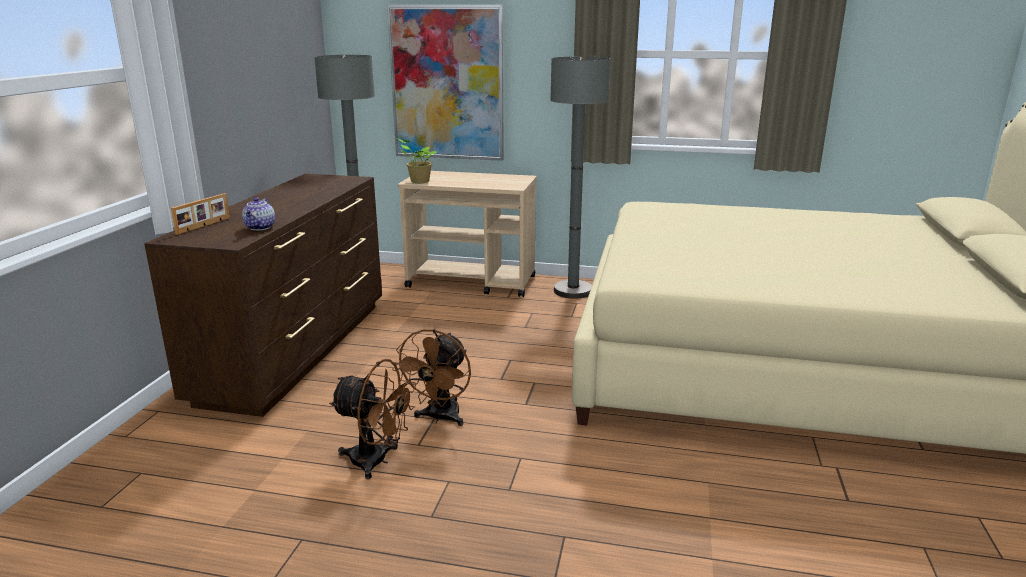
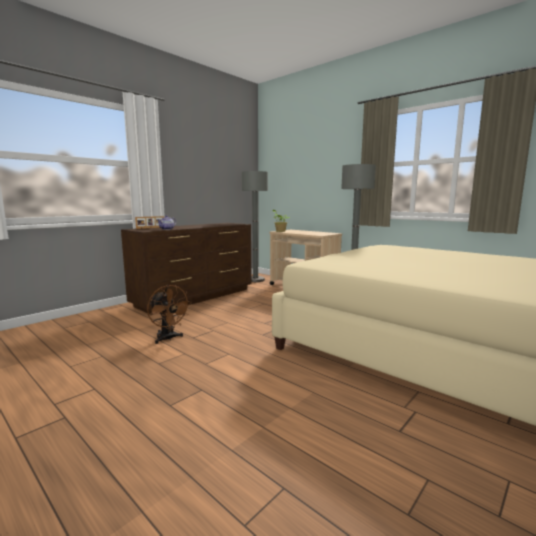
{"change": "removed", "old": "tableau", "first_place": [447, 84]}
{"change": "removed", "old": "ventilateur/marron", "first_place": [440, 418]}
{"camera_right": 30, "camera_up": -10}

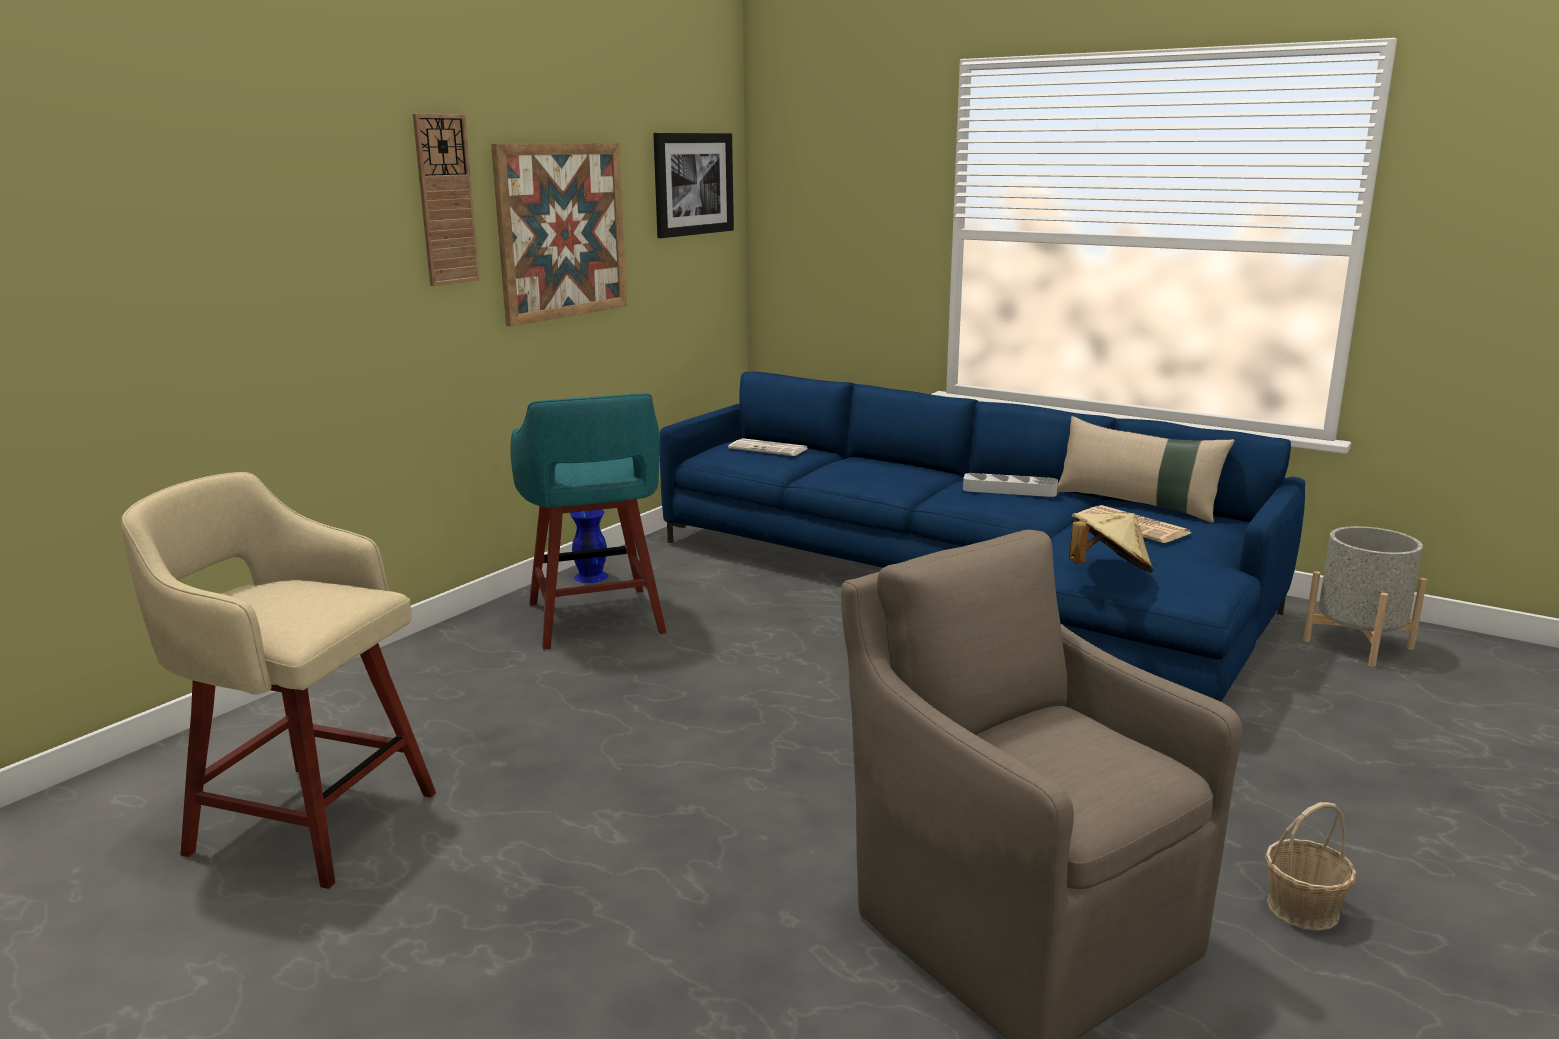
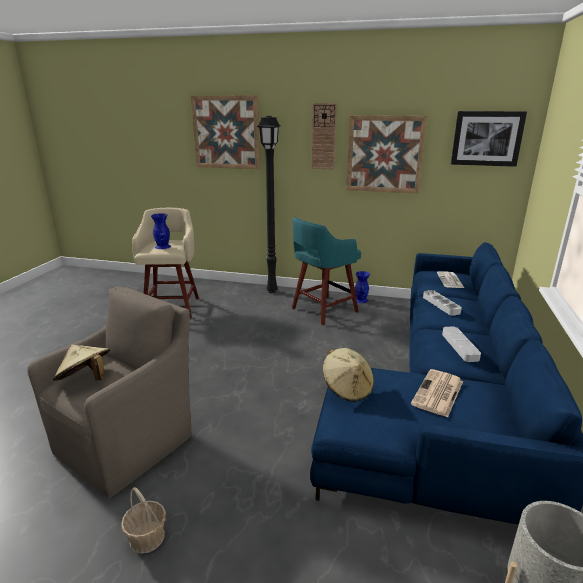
{"change": "removed", "old": "coussin/beige", "first_place": [1137, 504]}
{"change": "added", "new": "tableau", "second_place": [226, 132]}
{"change": "added", "new": "lampadaire/noir", "second_place": [271, 291]}
{"change": "added", "new": "vase/bleu", "second_place": [163, 246]}
{"change": "added", "new": "plateau/gris", "second_place": [441, 305]}
{"change": "added", "new": "chapeau/beige", "second_place": [86, 379]}
{"camera_right": 70, "camera_up": 5}

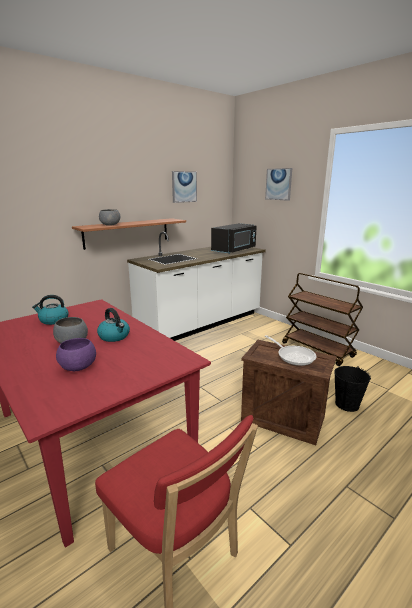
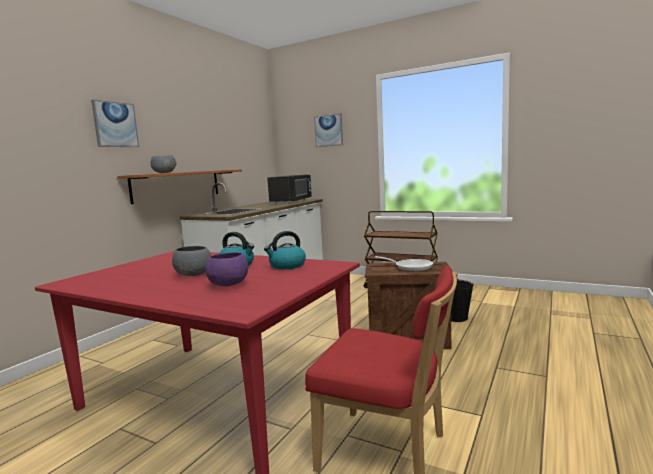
{"change": "moved", "old": "tableau", "first_place": [184, 187], "second_place": [115, 124]}
{"change": "moved", "old": "bouilloire", "first_place": [53, 320], "second_place": [287, 266]}
{"camera_right": -20, "camera_up": -10}

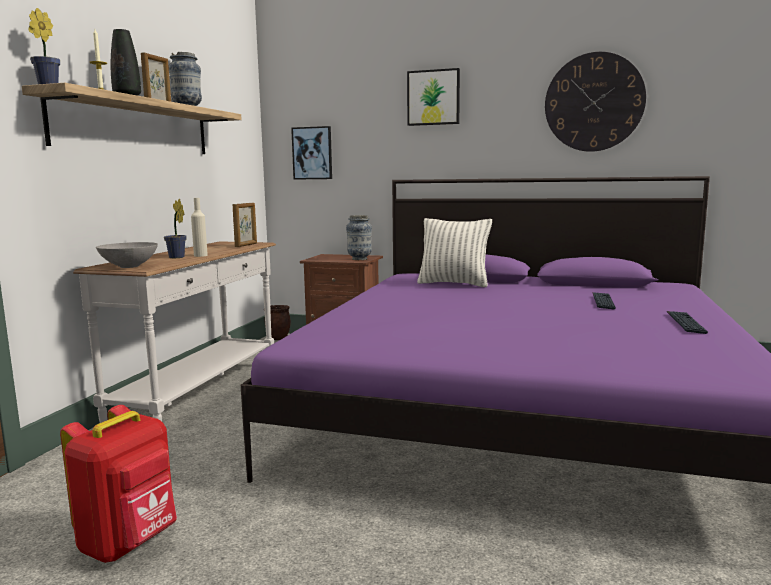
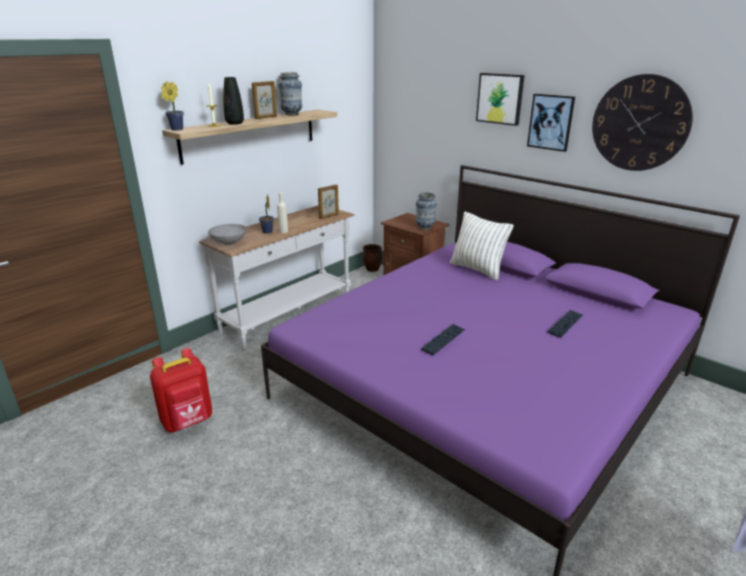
{"change": "moved", "old": "tableau", "first_place": [312, 153], "second_place": [551, 122]}
{"change": "moved", "old": "clavier", "first_place": [685, 323], "second_place": [443, 340]}
{"camera_right": 25, "camera_up": 15}

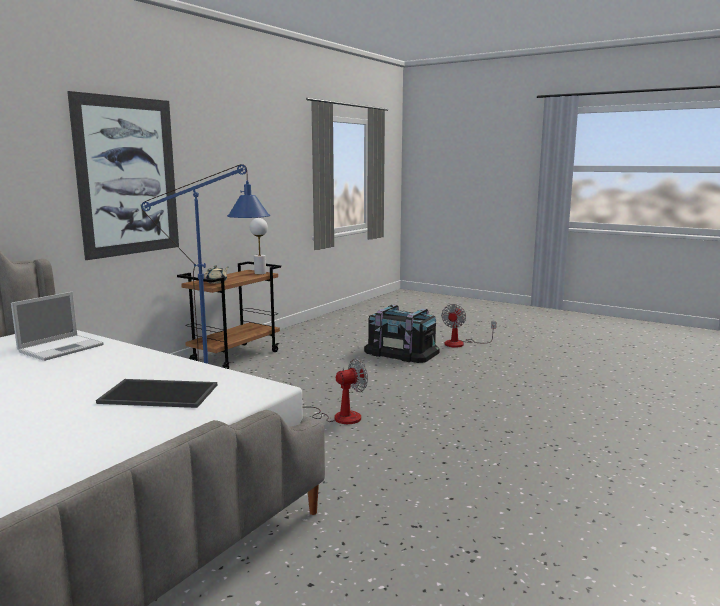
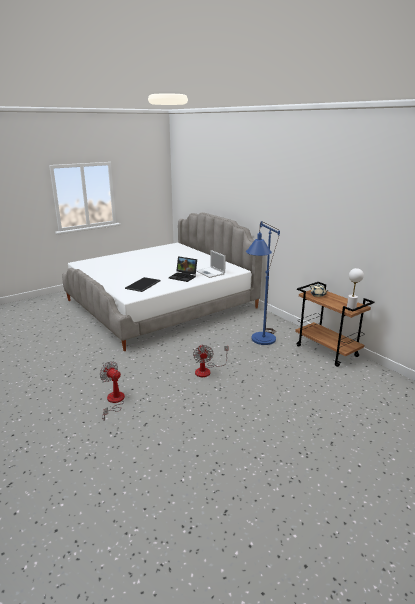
{"change": "removed", "old": "tableau", "first_place": [128, 176]}
{"change": "moved", "old": "ventilateur", "first_place": [461, 343], "second_place": [114, 401]}
{"change": "removed", "old": "boîte de rangement/noir", "first_place": [401, 352]}
{"change": "added", "new": "ordinateur portable", "second_place": [184, 277]}
{"camera_right": 110, "camera_up": 10}

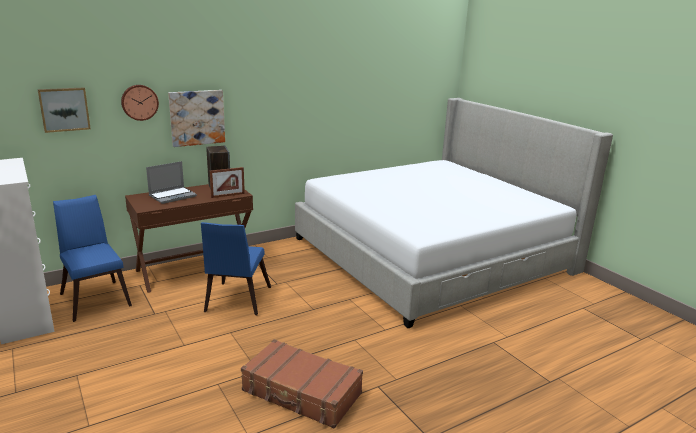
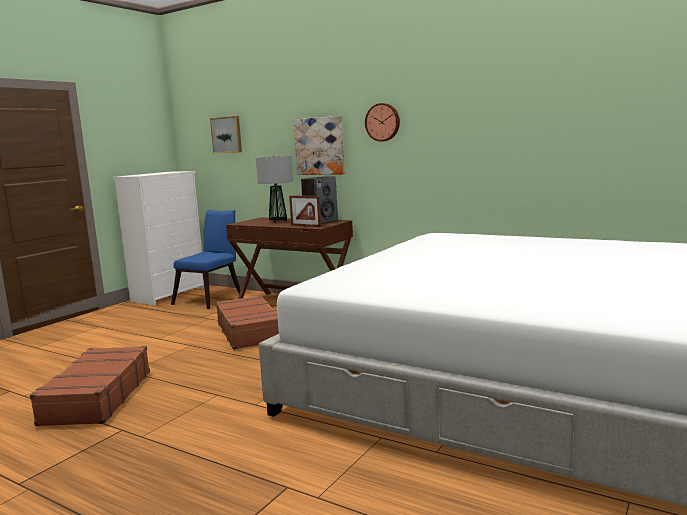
{"change": "moved", "old": "horloge murale", "first_place": [139, 102], "second_place": [383, 122]}
{"change": "replaced", "old": "ordinateur portable", "new": "lampe de table", "first_place": [173, 196], "second_place": [278, 221]}
{"change": "replaced", "old": "chaise/bleu", "new": "valise/marron", "first_place": [236, 301], "second_place": [250, 331]}
{"camera_right": 65, "camera_up": -10}

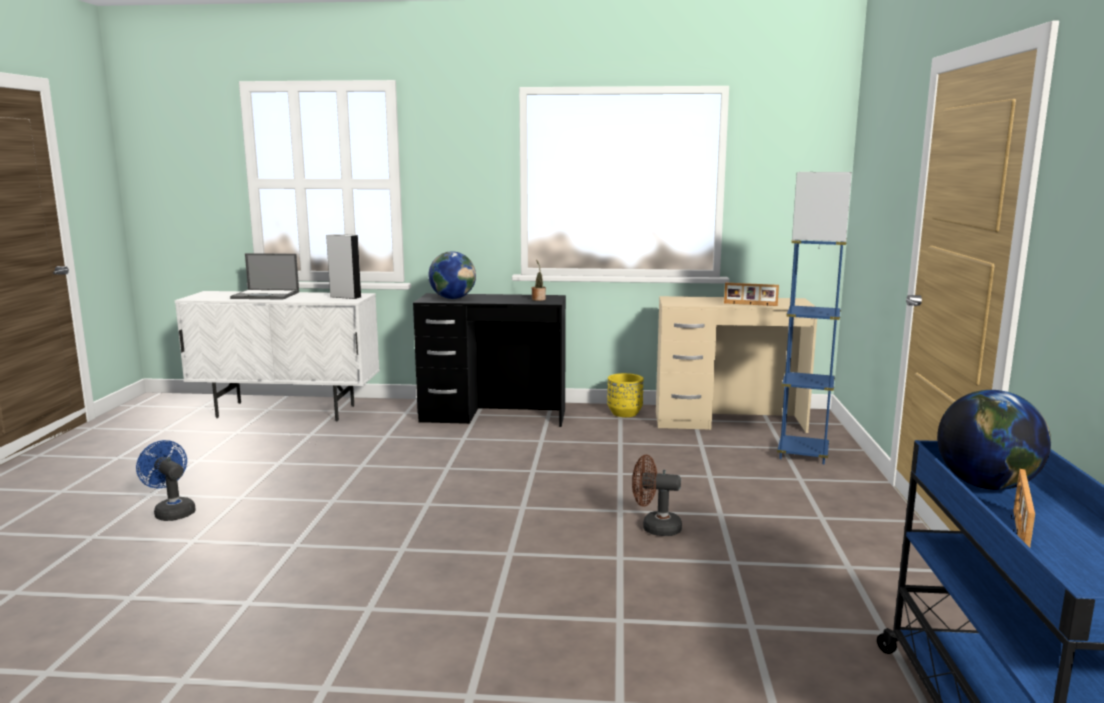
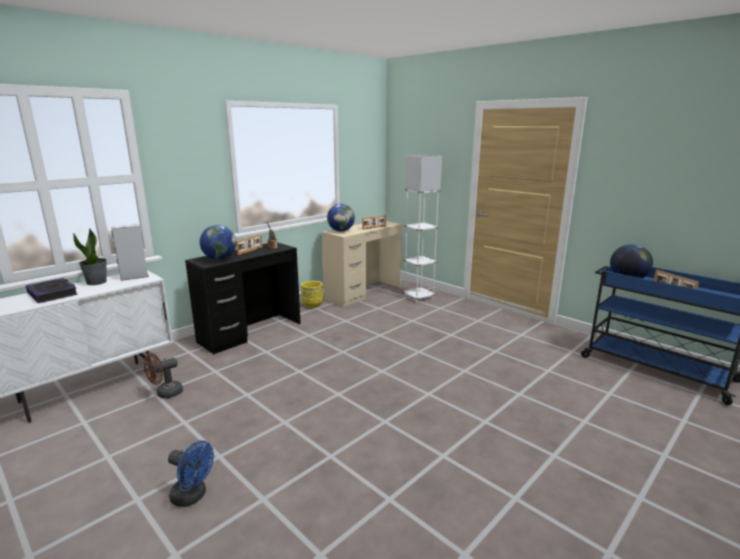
{"change": "recoloured", "old": "lampadaire/bleu", "new": "lampadaire/blanc", "first_place": [802, 454], "second_place": [418, 297]}
{"change": "replaced", "old": "ordinateur portable", "new": "livre", "first_place": [266, 295], "second_place": [52, 294]}
{"change": "turned", "old": "ventilateur/bleu", "first_place": [172, 511], "second_place": [193, 496], "degrees": -150}
{"change": "moved", "old": "ventilateur/marron", "first_place": [655, 528], "second_place": [165, 393]}
{"change": "added", "new": "globe", "second_place": [341, 231]}
{"change": "added", "new": "plante en pot", "second_place": [97, 282]}
{"change": "added", "new": "cadre photo", "second_place": [250, 251]}
{"camera_right": -50, "camera_up": 5}

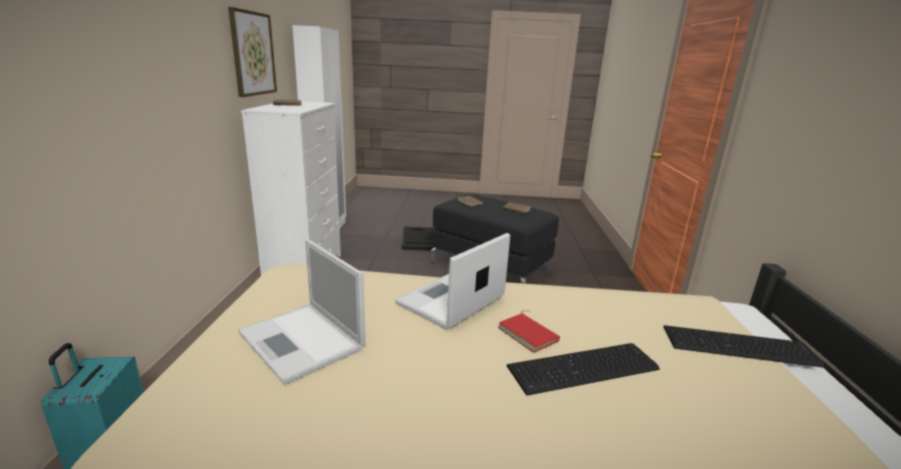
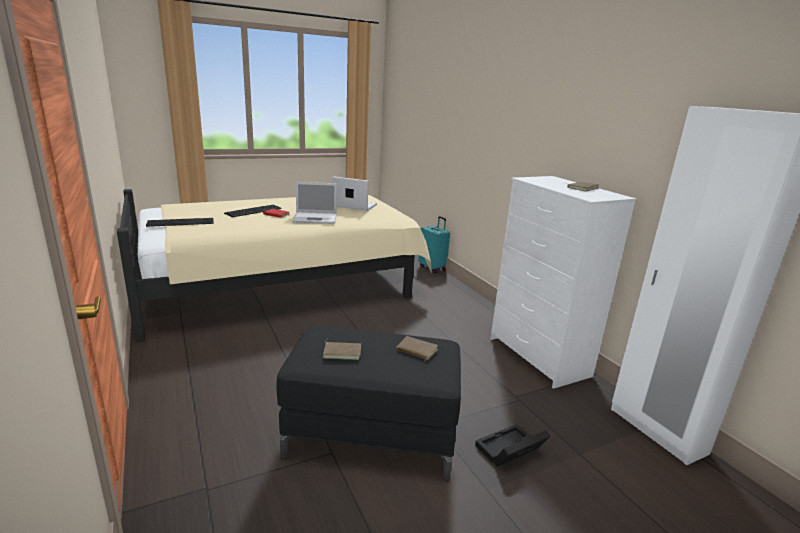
{"change": "removed", "old": "tableau", "first_place": [252, 53]}
{"change": "turned", "old": "ordinateur portable", "first_place": [450, 301], "second_place": [316, 218], "degrees": 75}
{"camera_right": 150, "camera_up": 0}

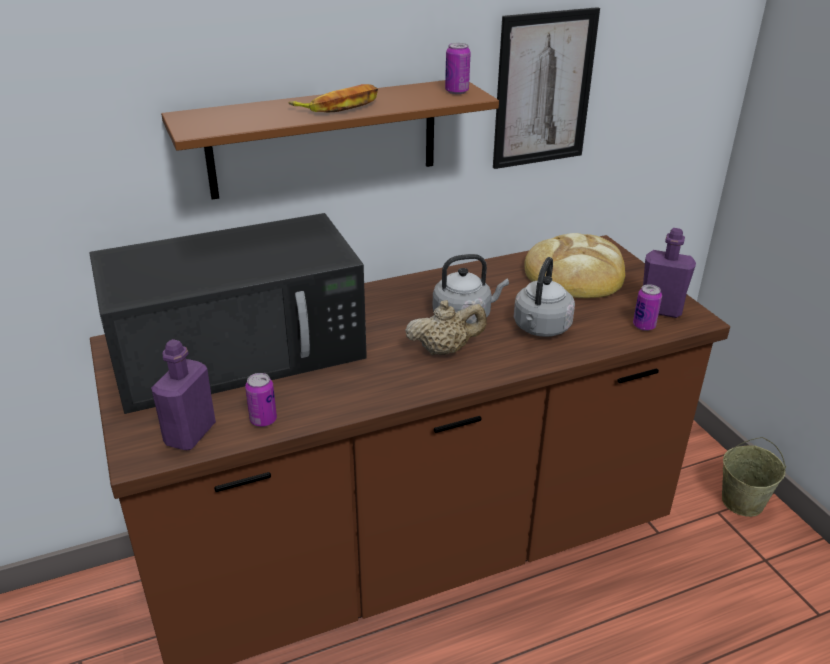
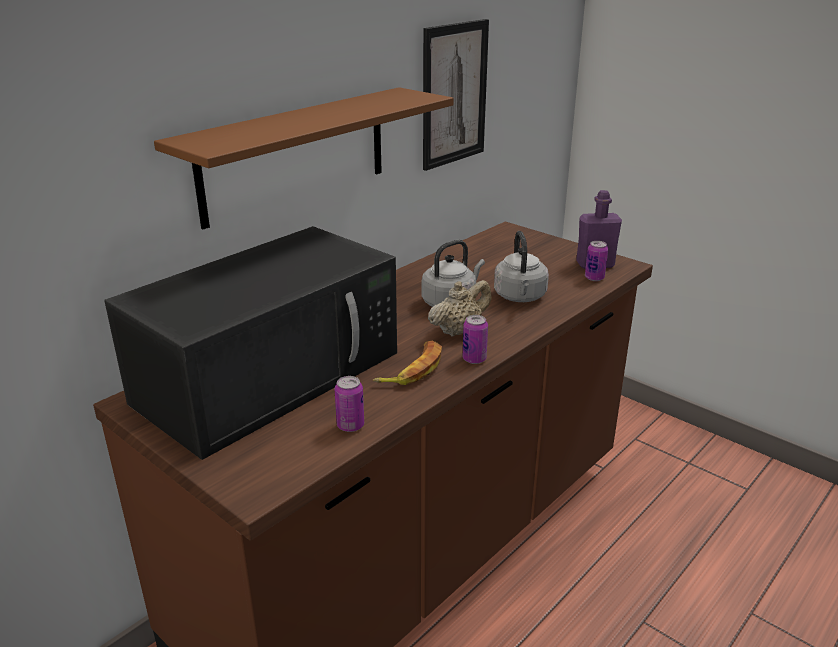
{"change": "moved", "old": "boîte métallique", "first_place": [456, 91], "second_place": [474, 359]}
{"change": "moved", "old": "banane", "first_place": [339, 106], "second_place": [413, 369]}
{"change": "removed", "old": "pain", "first_place": [575, 273]}
{"change": "removed", "old": "bouteille/violet", "first_place": [190, 434]}
{"change": "removed", "old": "seau/beige", "first_place": [742, 501]}
{"camera_right": -25, "camera_up": -5}

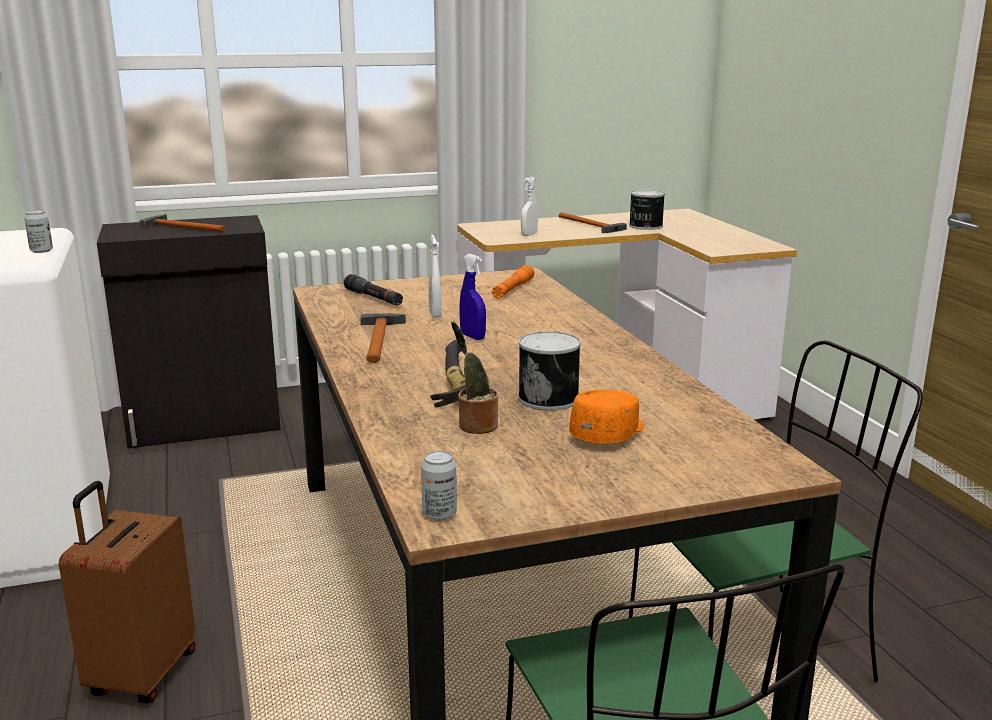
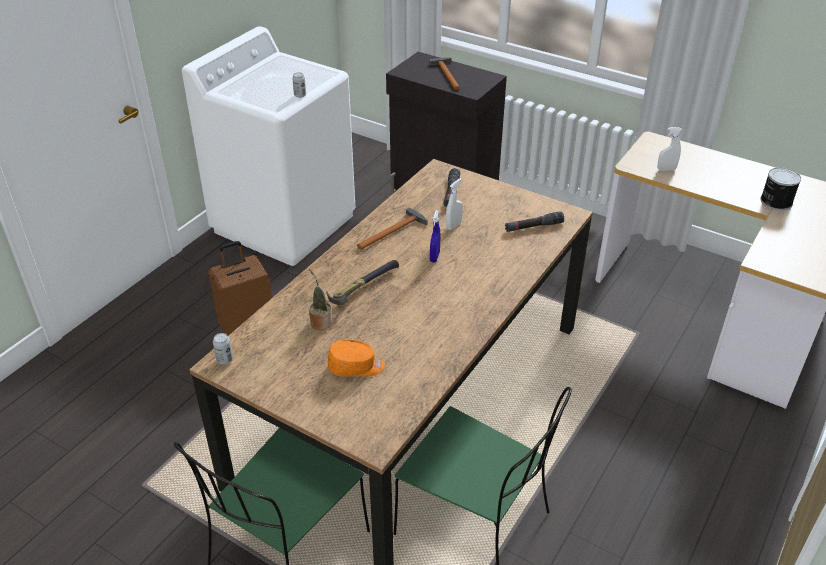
{"change": "removed", "old": "marteau", "first_place": [590, 225]}
{"change": "recoloured", "old": "lampe de poche/orange", "new": "lampe de poche/noir", "first_place": [512, 289], "second_place": [533, 227]}
{"change": "removed", "old": "boîte métallique", "first_place": [549, 398]}
{"camera_right": 50, "camera_up": 20}

